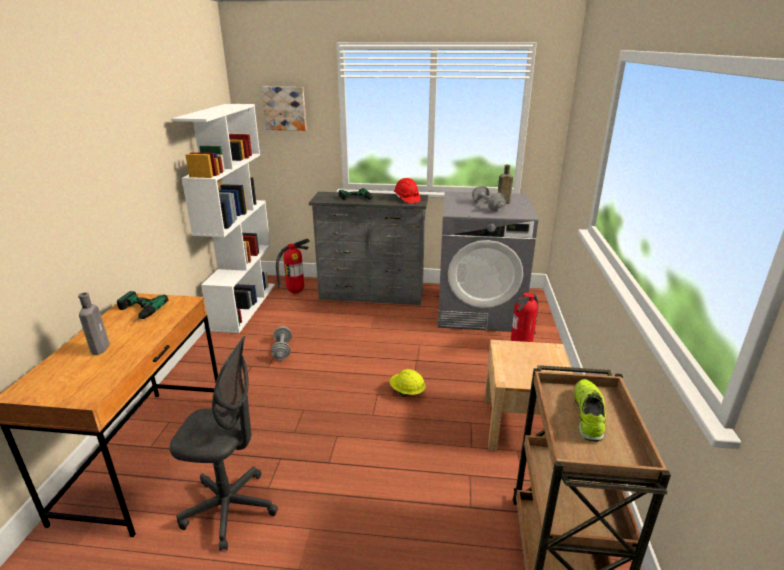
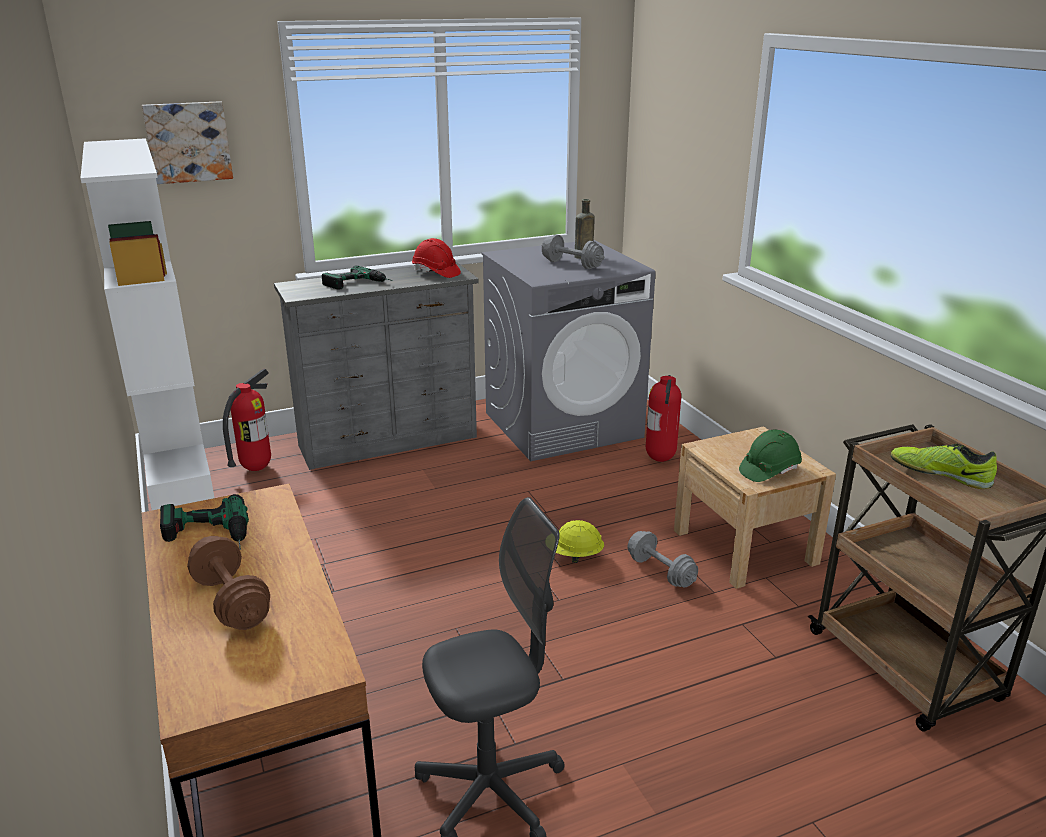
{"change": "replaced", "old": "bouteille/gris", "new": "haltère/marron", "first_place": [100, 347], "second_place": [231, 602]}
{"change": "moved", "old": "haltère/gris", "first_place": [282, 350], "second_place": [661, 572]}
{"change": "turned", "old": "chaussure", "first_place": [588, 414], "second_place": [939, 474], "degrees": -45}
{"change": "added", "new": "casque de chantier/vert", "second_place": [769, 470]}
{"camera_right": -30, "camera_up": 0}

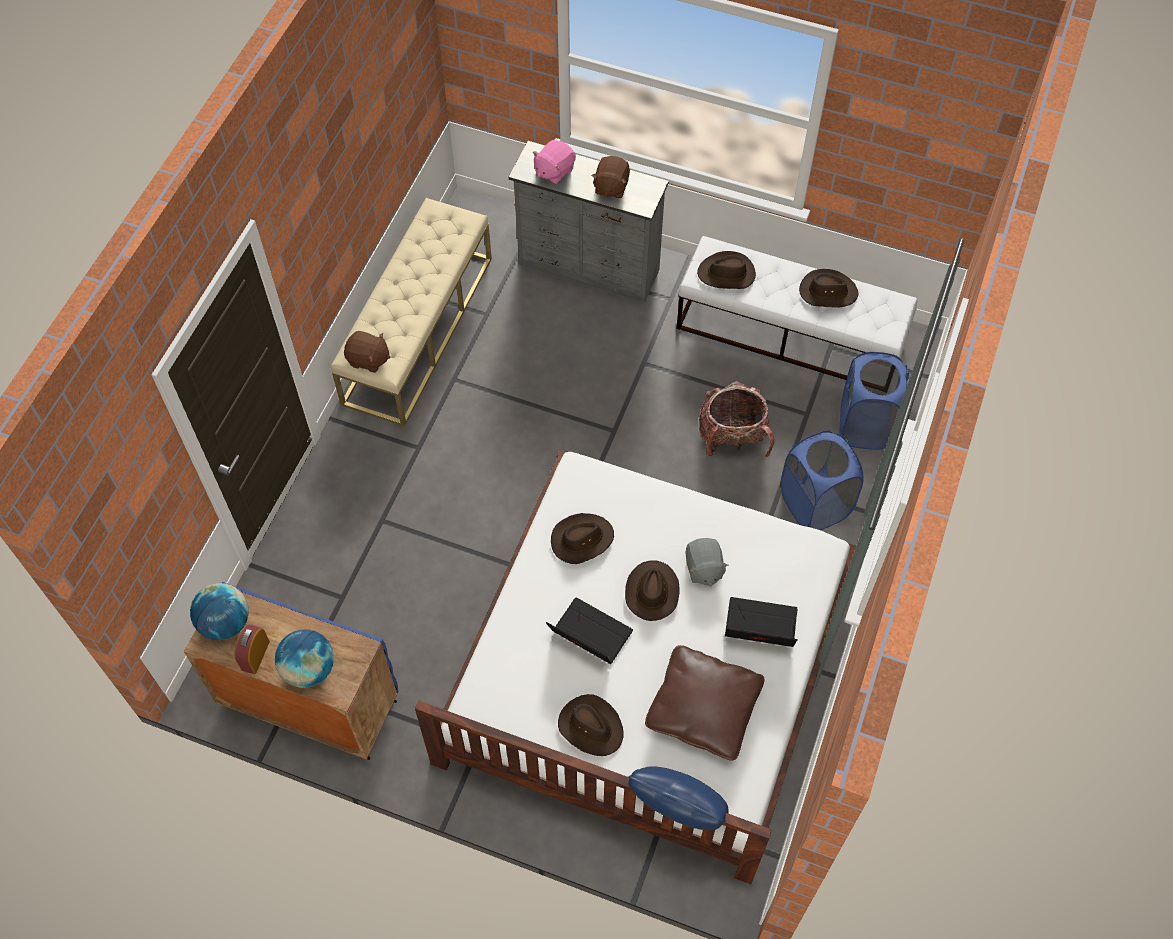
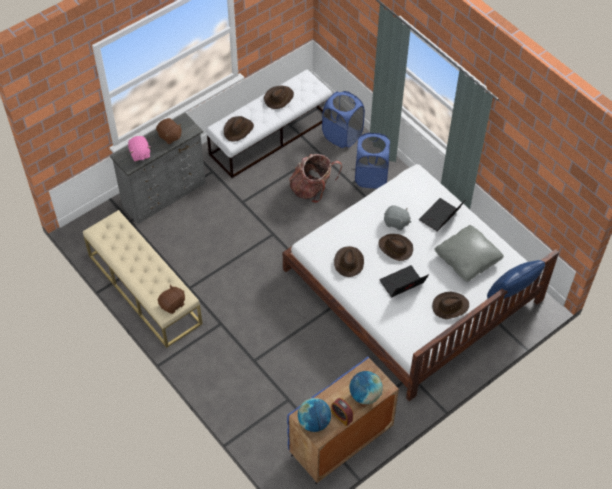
{"change": "recoloured", "old": "coussin/marron", "new": "coussin/gris", "first_place": [703, 708], "second_place": [467, 258]}
{"camera_right": -60, "camera_up": -5}

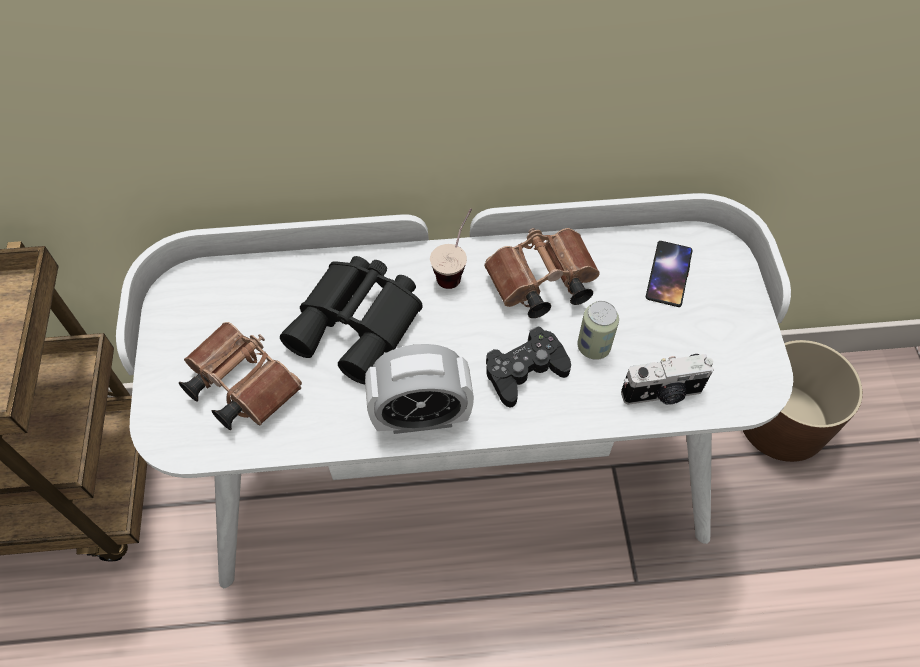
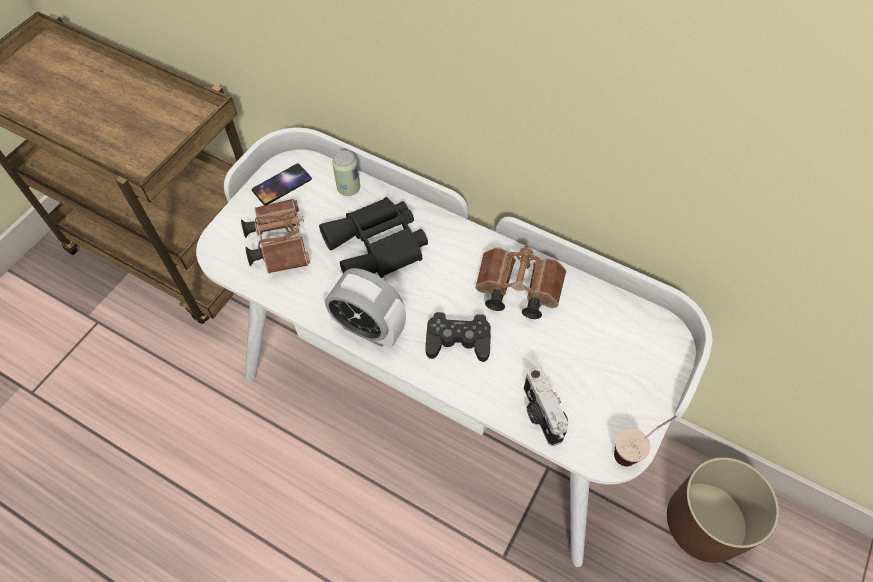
{"change": "moved", "old": "tasse", "first_place": [455, 269], "second_place": [636, 449]}
{"change": "moved", "old": "téléphone", "first_place": [669, 274], "second_place": [282, 185]}
{"change": "moved", "old": "boîte métallique", "first_place": [593, 347], "second_place": [348, 188]}
{"change": "turned", "old": "appareil photo", "first_place": [662, 393], "second_place": [540, 414], "degrees": 45}
{"camera_right": 35, "camera_up": 0}

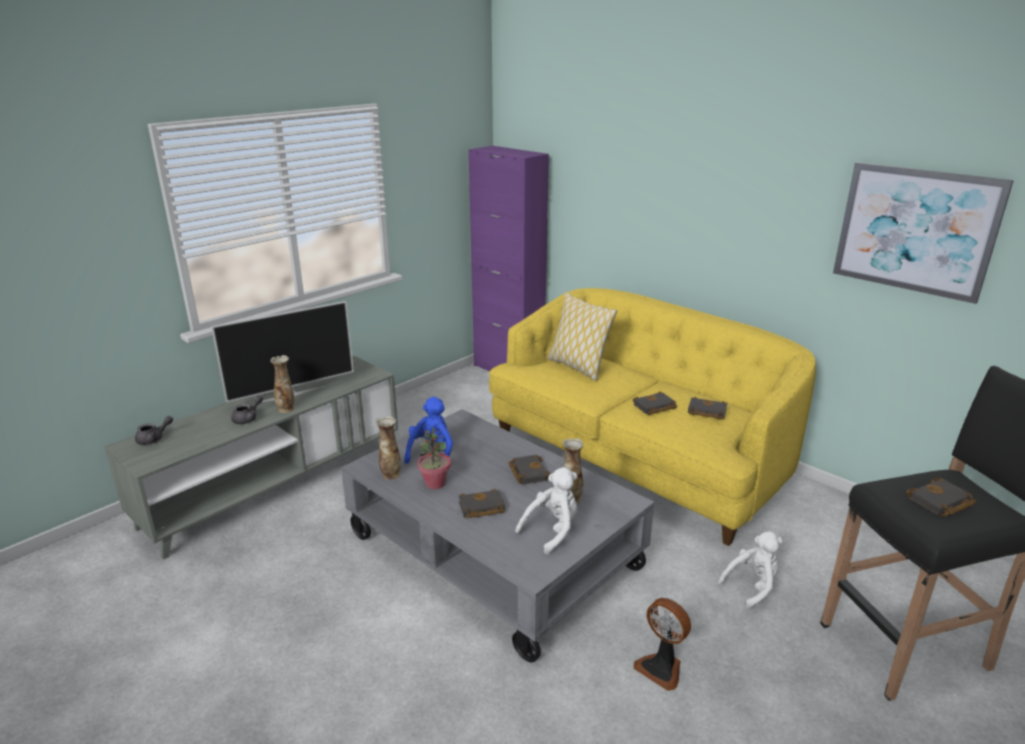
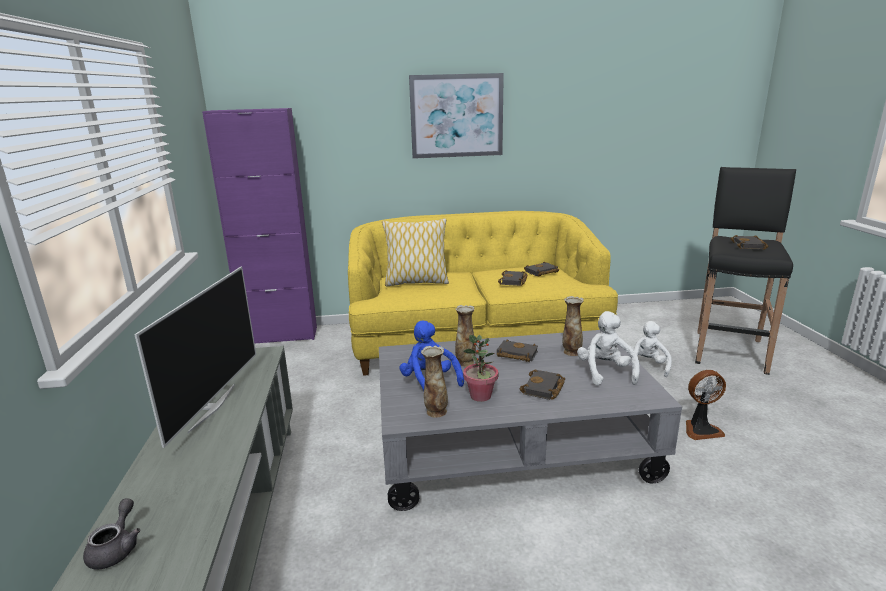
{"change": "moved", "old": "tableau", "first_place": [915, 230], "second_place": [456, 116]}
{"change": "moved", "old": "vase", "first_place": [286, 409], "second_place": [465, 362]}
{"change": "removed", "old": "théière/gris", "first_place": [248, 418]}
{"camera_right": -50, "camera_up": -5}

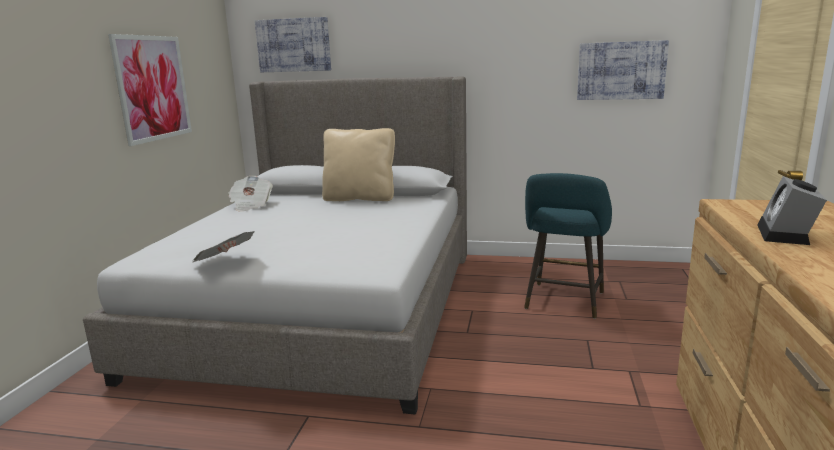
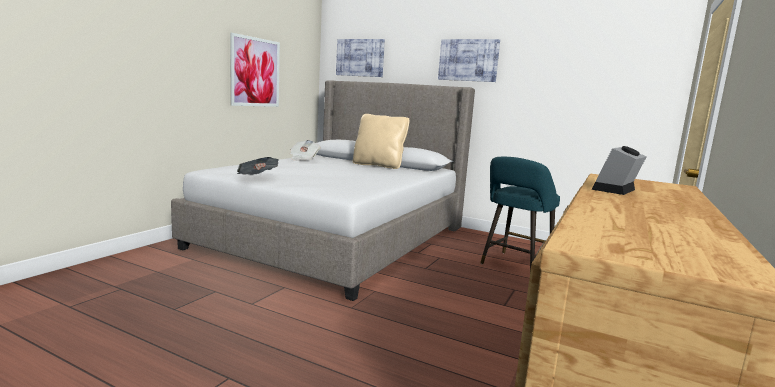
{"change": "moved", "old": "tableau", "first_place": [621, 70], "second_place": [468, 60]}
{"camera_right": 15, "camera_up": -5}

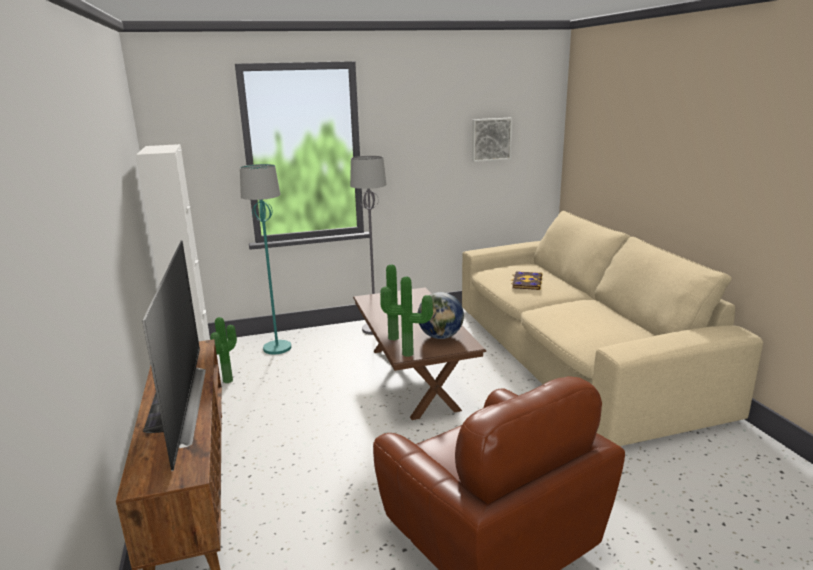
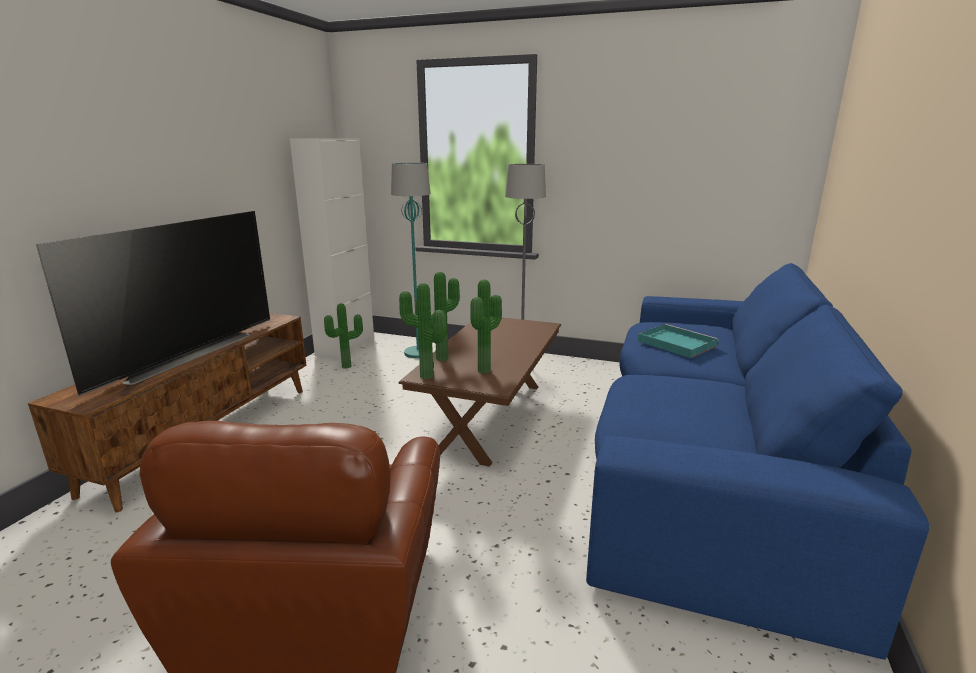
{"change": "removed", "old": "tableau", "first_place": [490, 139]}
{"change": "recoloured", "old": "canapé/beige", "new": "canapé/bleu", "first_place": [572, 356], "second_place": [707, 459]}
{"change": "replaced", "old": "livre", "new": "plateau/turquoise", "first_place": [526, 282], "second_place": [675, 343]}
{"change": "replaced", "old": "globe", "new": "plante en pot", "first_place": [440, 336], "second_place": [486, 371]}
{"camera_right": 35, "camera_up": 0}

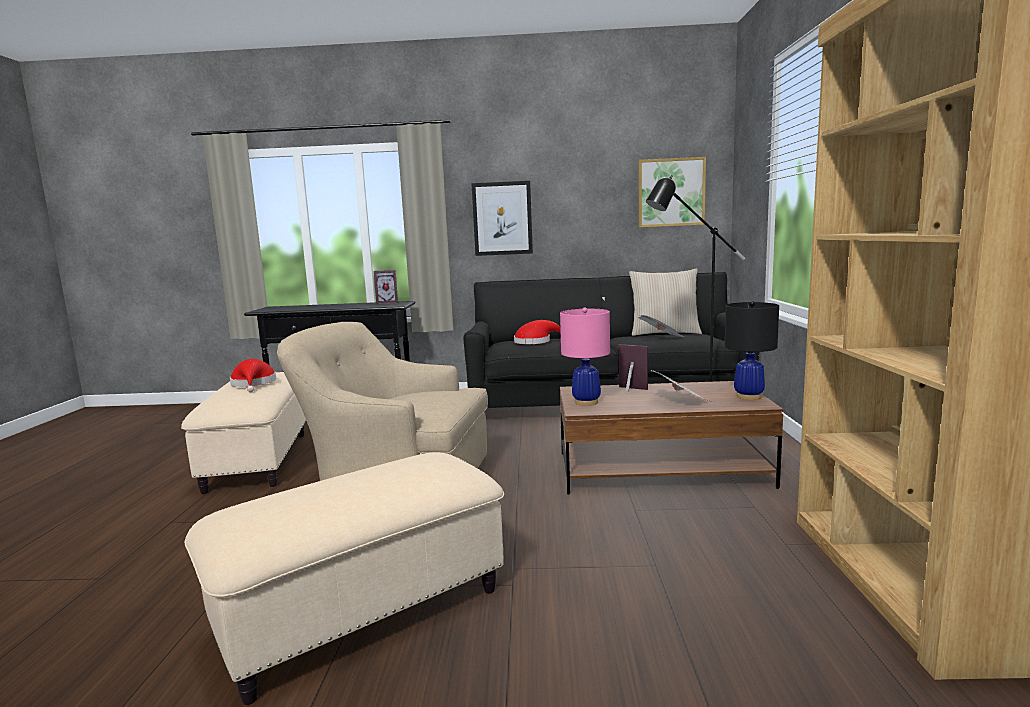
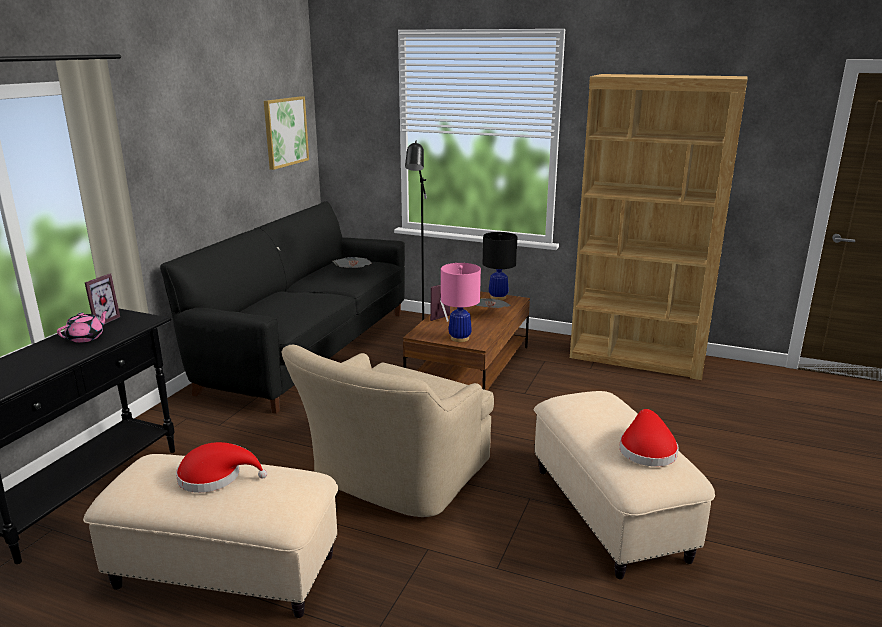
{"change": "removed", "old": "tableau", "first_place": [502, 218]}
{"change": "removed", "old": "coussin/beige", "first_place": [664, 333]}
{"change": "moved", "old": "chapeau/rouge", "first_place": [535, 342], "second_place": [646, 449]}
{"change": "added", "new": "théière/rose", "second_place": [86, 337]}
{"camera_right": -70, "camera_up": 10}

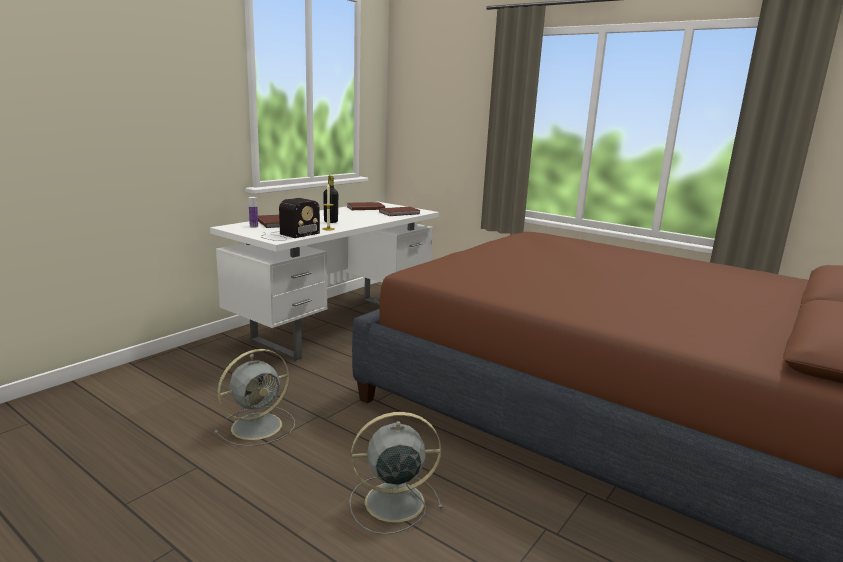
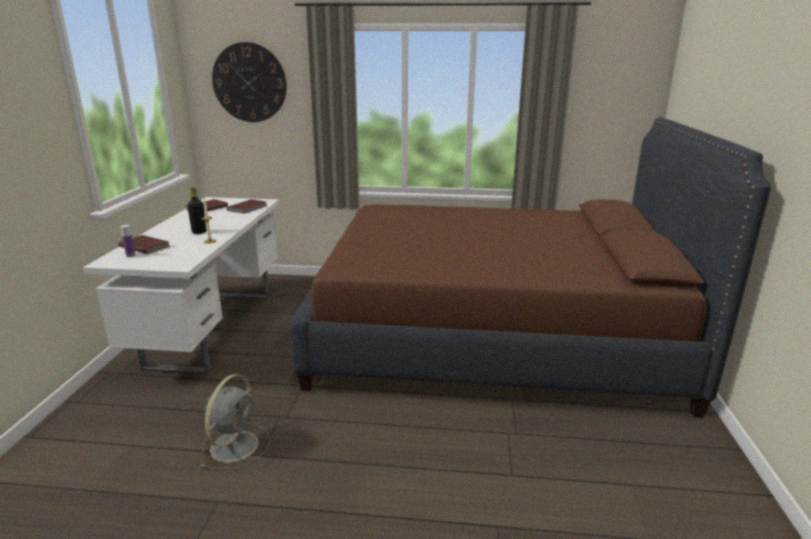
{"change": "removed", "old": "radio", "first_place": [288, 235]}
{"change": "removed", "old": "ventilateur/gris", "first_place": [391, 502]}
{"change": "added", "new": "horloge murale", "second_place": [249, 83]}
{"camera_right": -30, "camera_up": 5}

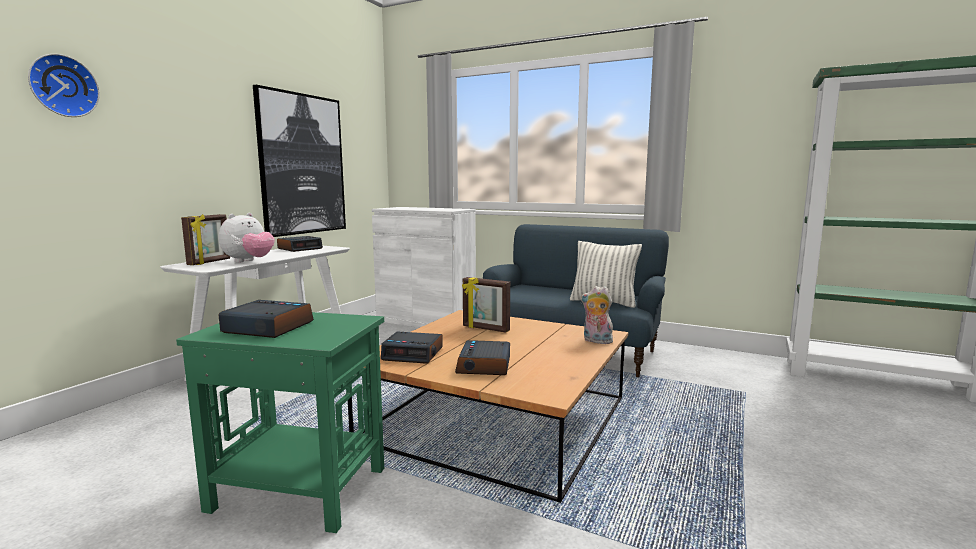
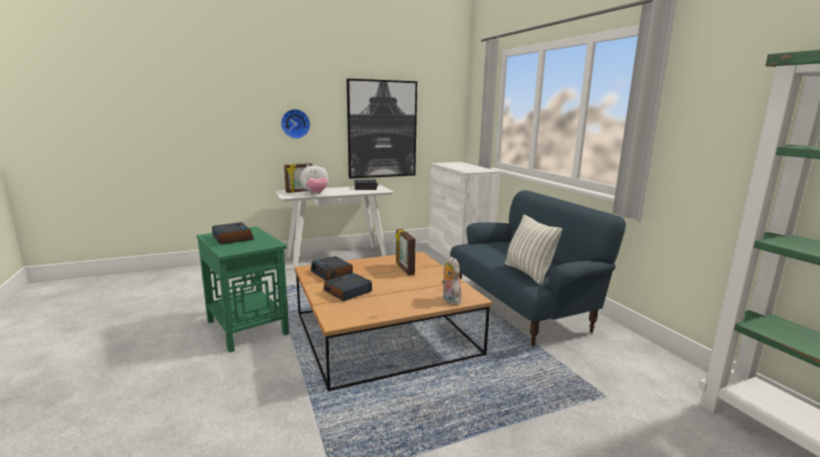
{"change": "moved", "old": "horloge murale", "first_place": [62, 86], "second_place": [295, 123]}
{"camera_right": 40, "camera_up": 5}

